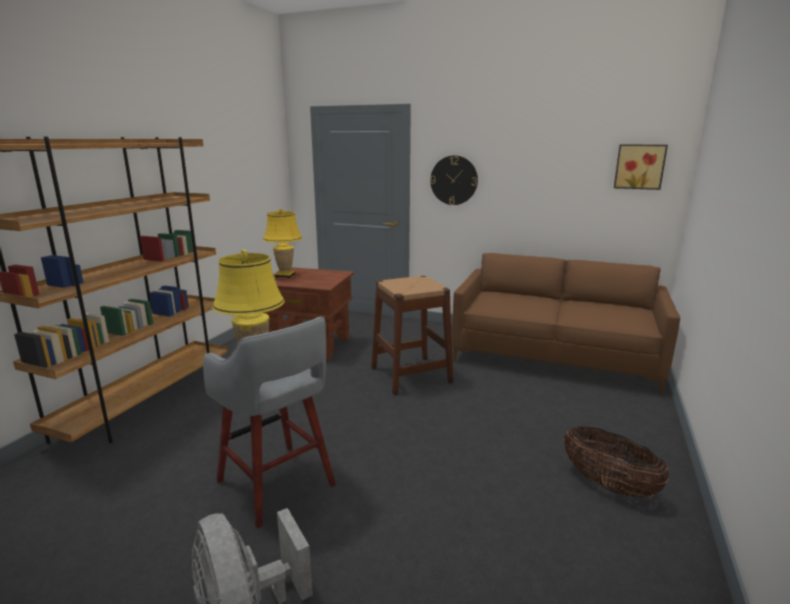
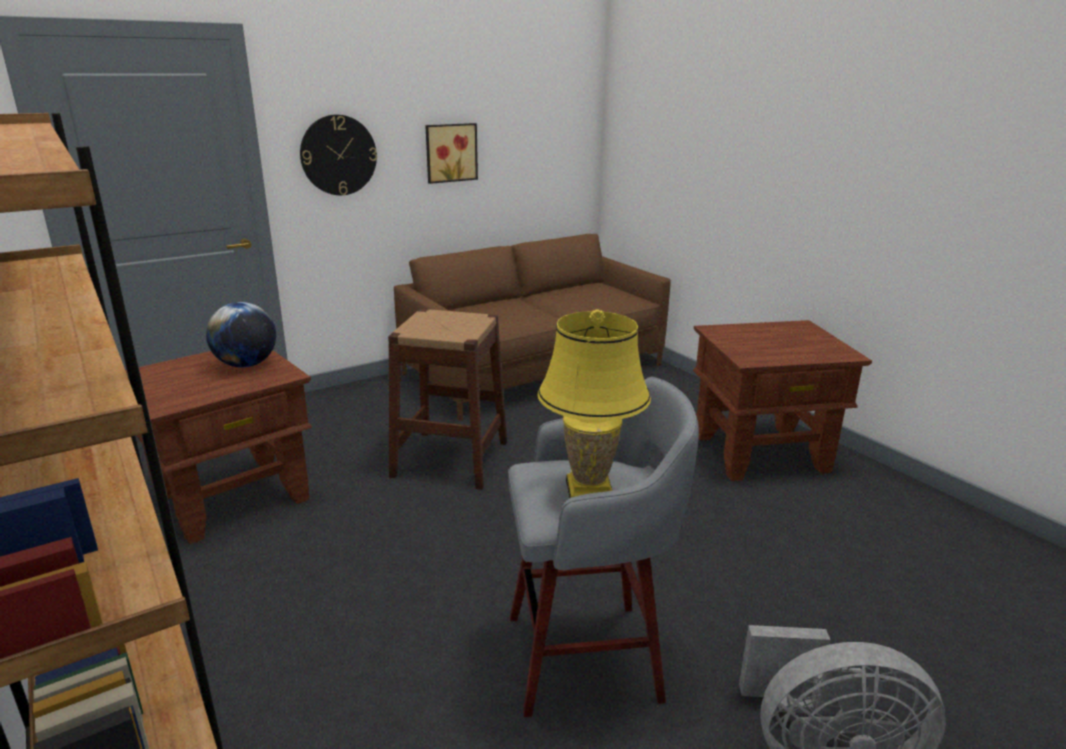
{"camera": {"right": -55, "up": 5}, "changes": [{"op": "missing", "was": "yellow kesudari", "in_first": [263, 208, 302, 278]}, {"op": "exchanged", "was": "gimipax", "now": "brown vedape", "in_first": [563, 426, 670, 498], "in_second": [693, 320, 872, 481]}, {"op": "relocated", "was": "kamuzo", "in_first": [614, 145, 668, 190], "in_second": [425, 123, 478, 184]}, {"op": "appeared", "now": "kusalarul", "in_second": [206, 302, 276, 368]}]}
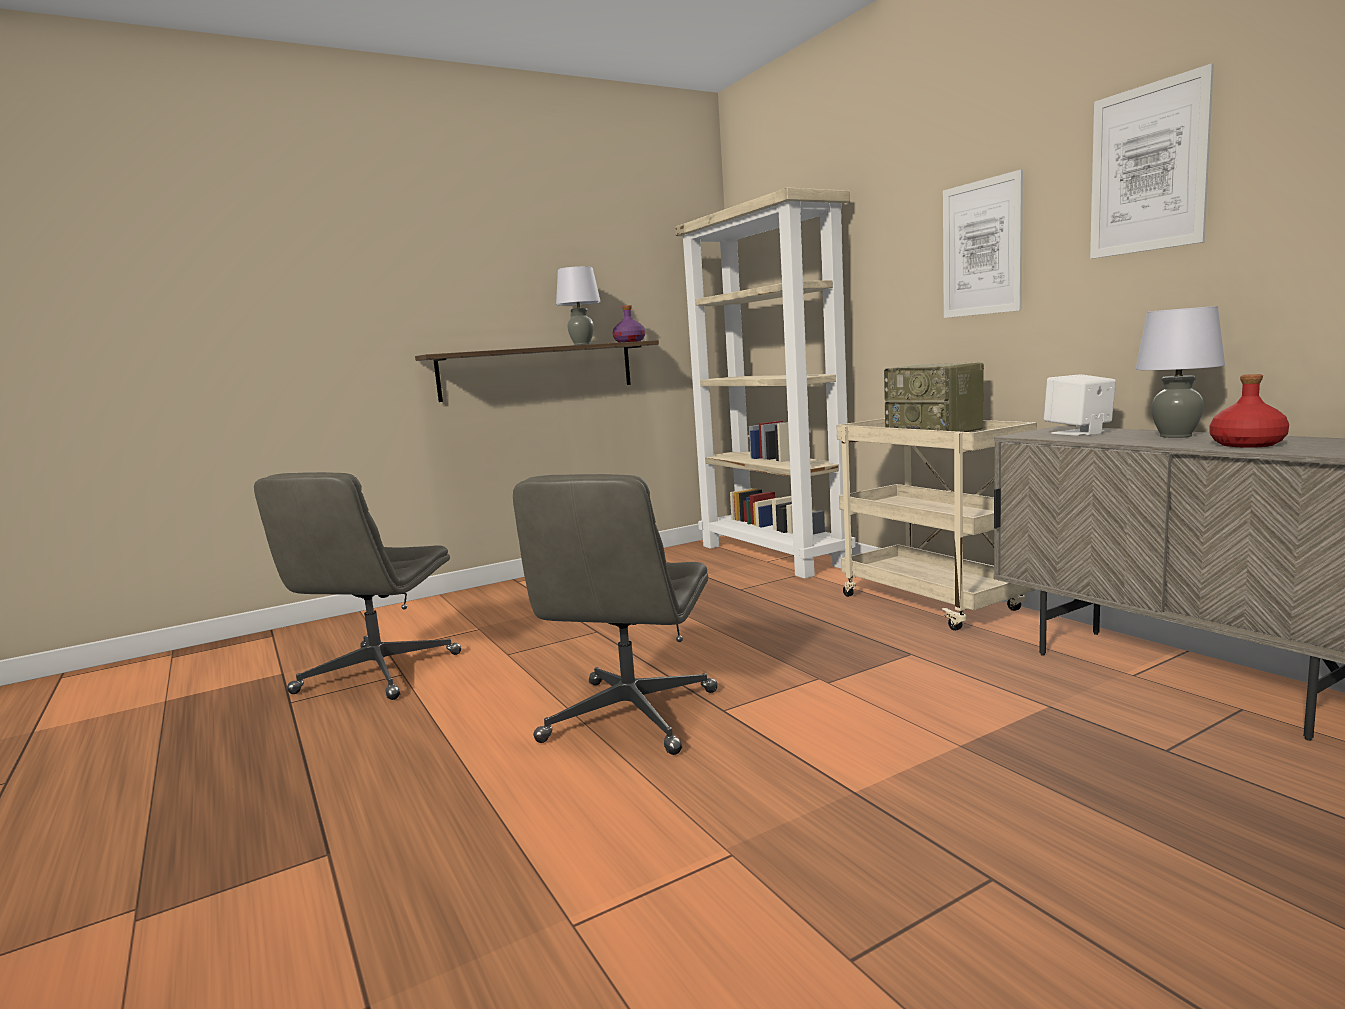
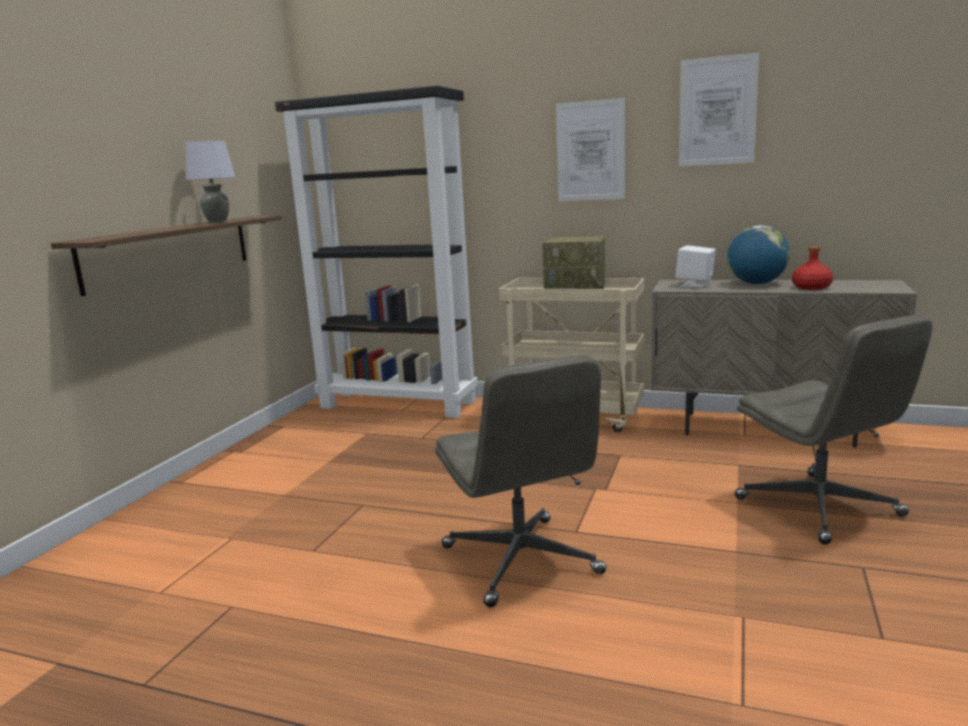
{"camera": {"right": -40, "up": 5}, "changes": [{"op": "relocated", "was": "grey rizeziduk", "in_first": [254, 472, 461, 700], "in_second": [735, 315, 933, 544]}, {"op": "missing", "was": "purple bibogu", "in_first": [613, 305, 646, 343]}, {"op": "colour", "was": "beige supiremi", "now": "black supiremi", "in_first": [675, 187, 856, 579], "in_second": [275, 86, 478, 418]}, {"op": "exchanged", "was": "grey kesudari", "now": "kusalarul", "in_first": [1135, 306, 1225, 438], "in_second": [728, 225, 790, 284]}]}
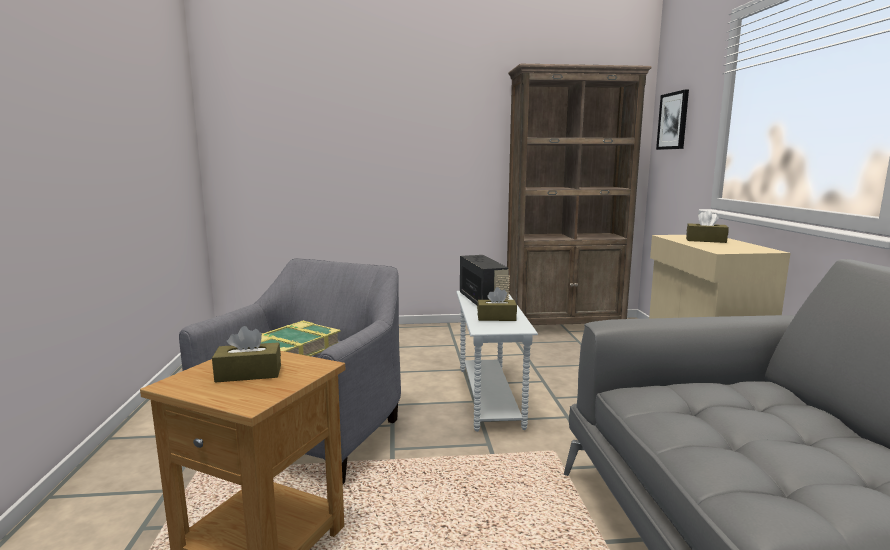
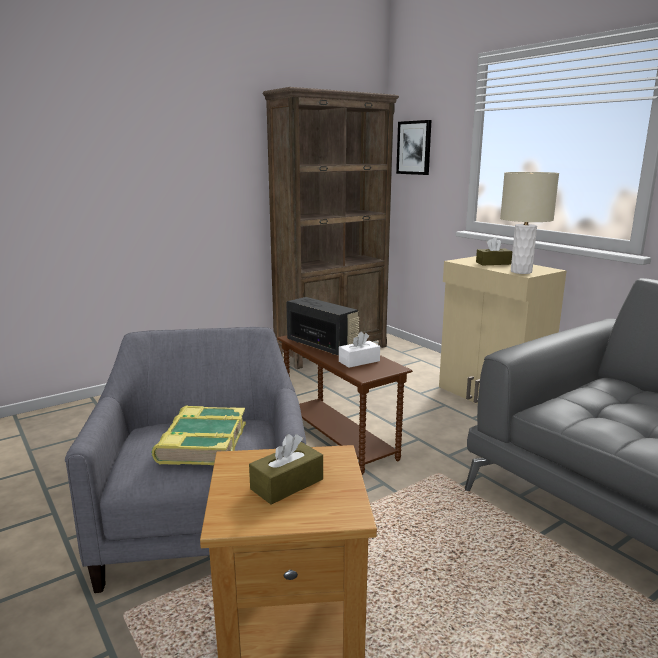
{"camera": {"right": -30, "up": 5}, "changes": [{"op": "colour", "was": "white vedape", "now": "brown vedape", "in_first": [456, 291, 538, 432], "in_second": [277, 335, 413, 475]}, {"op": "colour", "was": "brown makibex", "now": "white makibex", "in_first": [477, 287, 517, 321], "in_second": [339, 332, 380, 368]}, {"op": "appeared", "now": "beige kesudari", "in_second": [500, 172, 559, 274]}]}
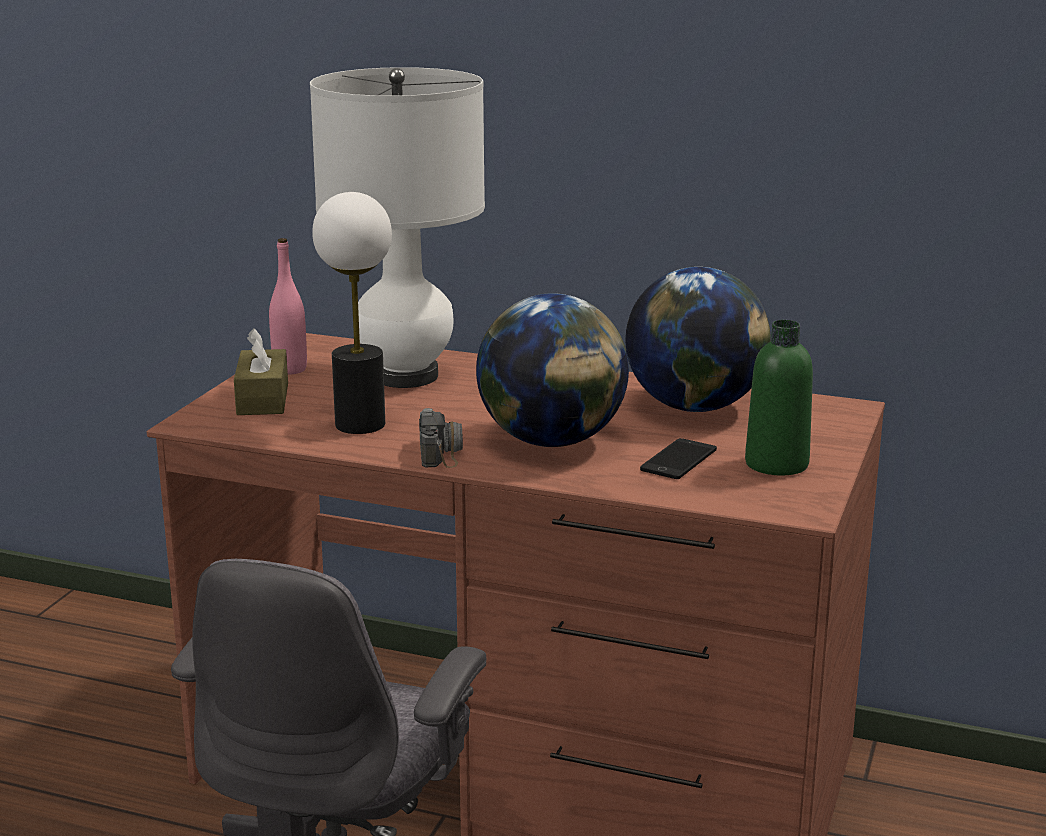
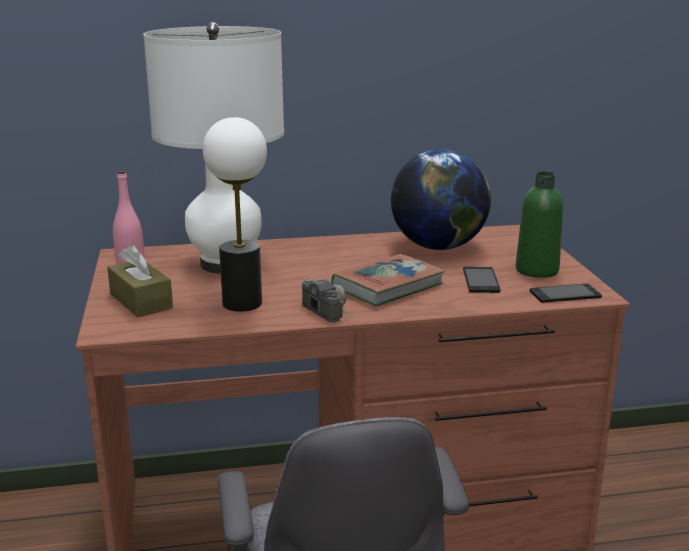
{"camera": {"right": -30, "up": 0}, "changes": [{"op": "exchanged", "was": "kusalarul", "now": "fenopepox", "in_first": [476, 293, 629, 447], "in_second": [331, 254, 445, 306]}, {"op": "appeared", "now": "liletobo", "in_second": [530, 284, 602, 303]}]}
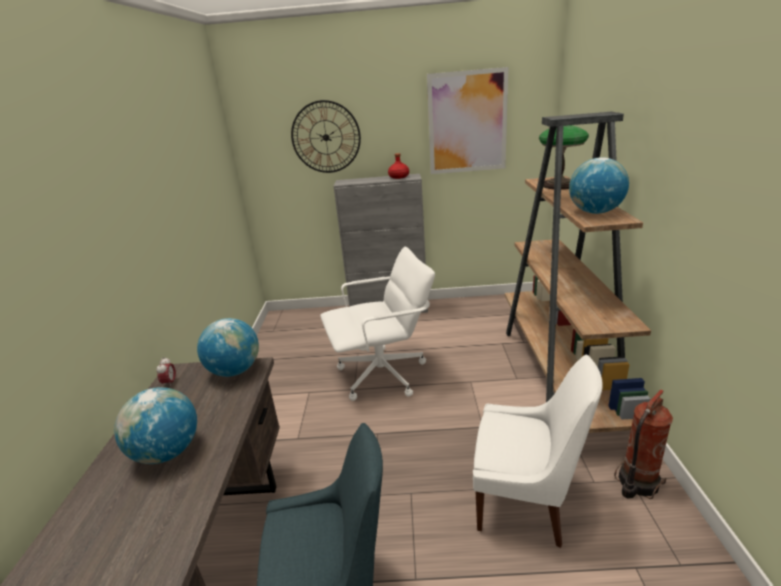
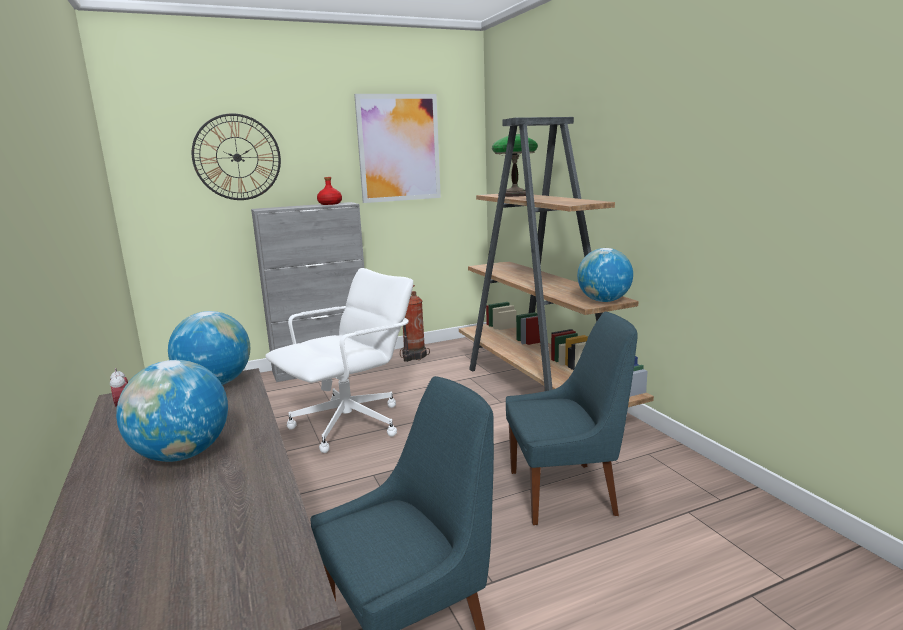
{"camera": {"right": -25, "up": -10}, "changes": [{"op": "colour", "was": "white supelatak", "now": "blue supelatak", "in_first": [473, 355, 603, 548], "in_second": [506, 312, 638, 525]}, {"op": "relocated", "was": "kusalarul", "in_first": [569, 157, 629, 214], "in_second": [577, 248, 633, 302]}, {"op": "relocated", "was": "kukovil", "in_first": [614, 389, 673, 499], "in_second": [400, 285, 430, 362]}]}
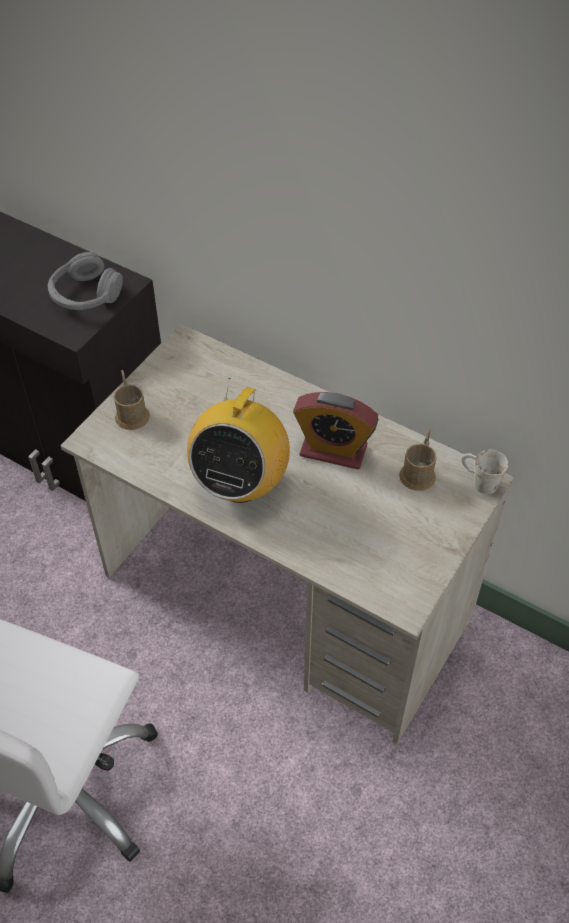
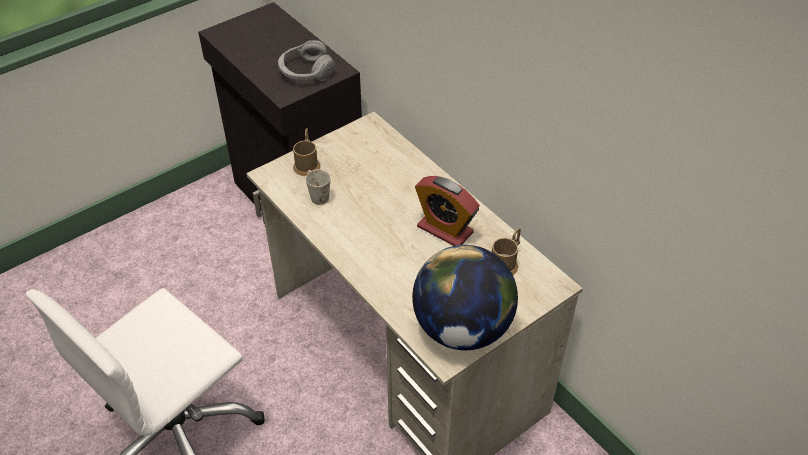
{"camera": {"right": 20, "up": -5}, "changes": [{"op": "missing", "was": "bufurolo", "in_first": [187, 378, 290, 503]}, {"op": "relocated", "was": "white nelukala", "in_first": [461, 450, 508, 494], "in_second": [305, 169, 331, 205]}, {"op": "appeared", "now": "kusalarul", "in_second": [412, 245, 518, 350]}]}
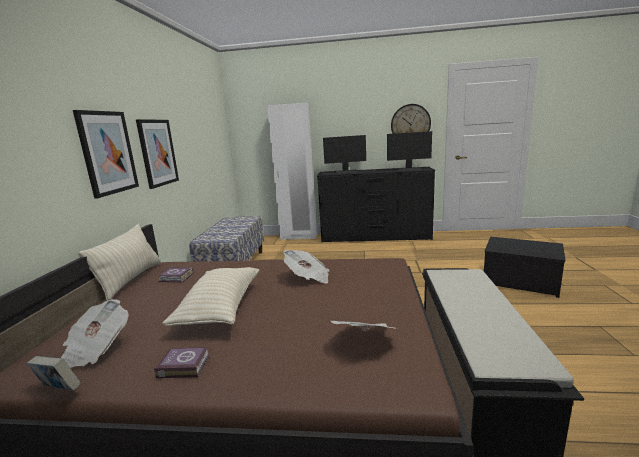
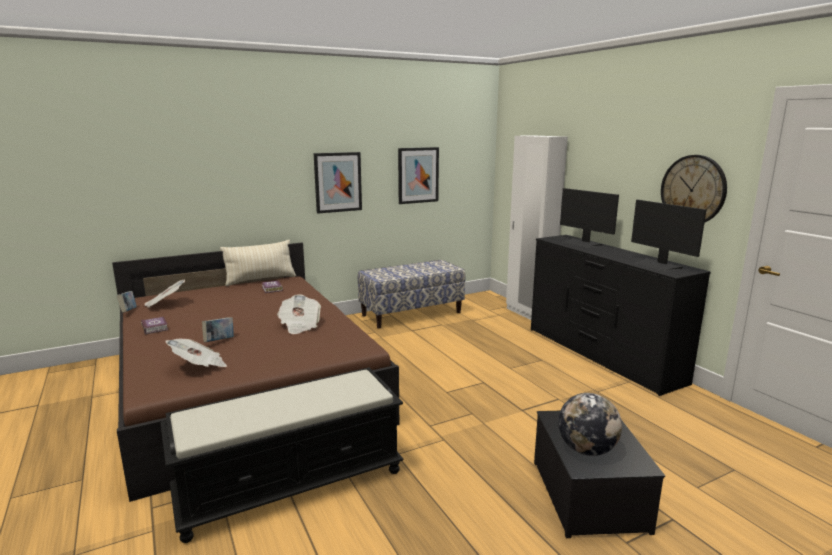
{"camera": {"right": 55, "up": 0}, "changes": [{"op": "relocated", "was": "kamuzo", "in_first": [73, 110, 139, 199], "in_second": [398, 147, 439, 204]}, {"op": "missing", "was": "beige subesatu", "in_first": [162, 267, 259, 326]}, {"op": "appeared", "now": "fenopepox", "in_second": [202, 317, 234, 342]}, {"op": "appeared", "now": "kusalarul", "in_second": [558, 393, 622, 456]}]}
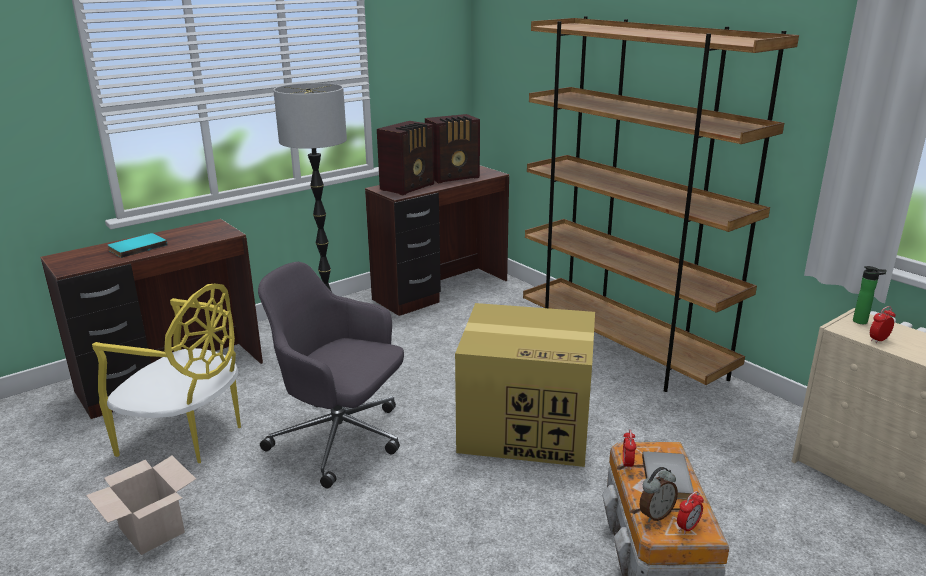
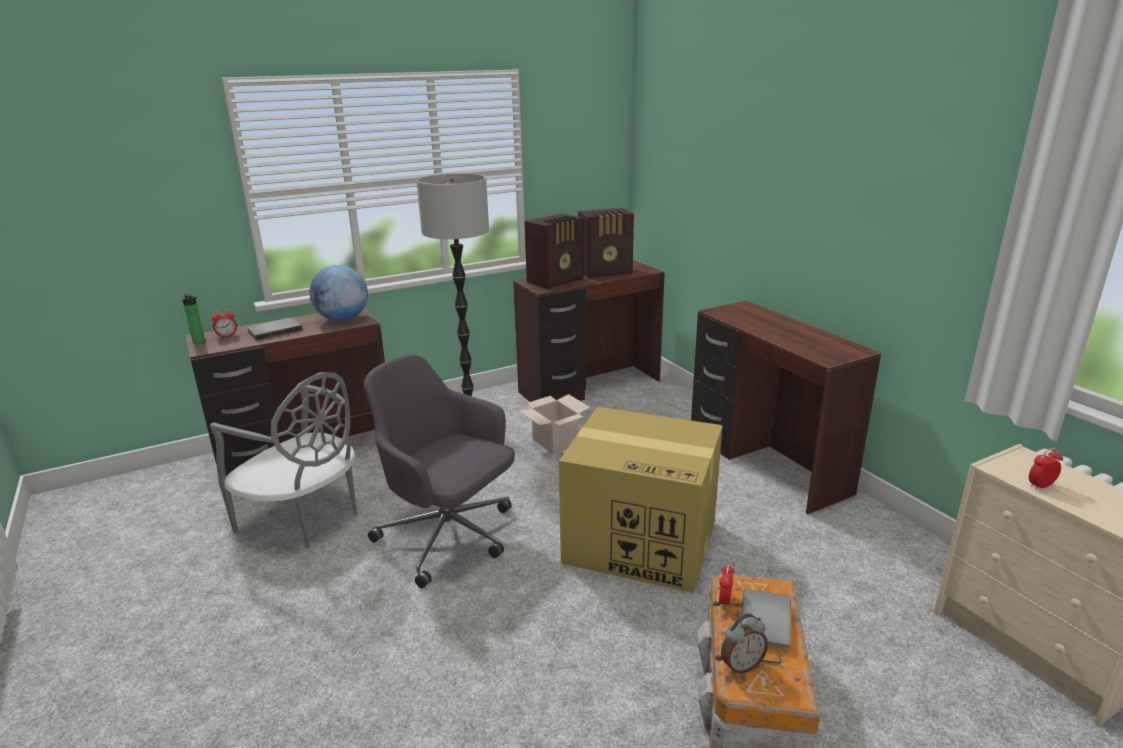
{"camera": {"right": 10, "up": 0}, "changes": [{"op": "relocated", "was": "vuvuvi", "in_first": [86, 456, 196, 555], "in_second": [520, 394, 590, 454]}, {"op": "colour", "was": "yellow supelatak", "now": "grey supelatak", "in_first": [92, 284, 241, 463], "in_second": [210, 372, 357, 548]}, {"op": "colour", "was": "turquoise fenopepox", "now": "grey fenopepox", "in_first": [107, 233, 167, 258], "in_second": [247, 317, 303, 340]}, {"op": "exchanged", "was": "brown supiremi", "now": "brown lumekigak", "in_first": [523, 16, 799, 392], "in_second": [691, 300, 881, 515]}, {"op": "relocated", "was": "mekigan", "in_first": [677, 491, 704, 534], "in_second": [212, 309, 237, 338]}, {"op": "relocated", "was": "bibogu", "in_first": [853, 266, 886, 324], "in_second": [182, 294, 205, 344]}, {"op": "appeared", "now": "kusalarul", "in_second": [309, 265, 368, 321]}]}
